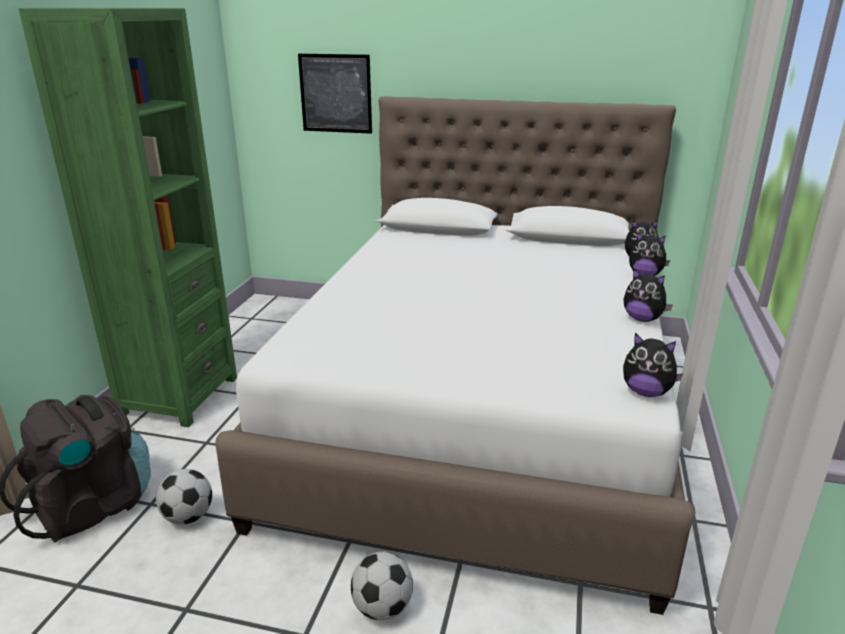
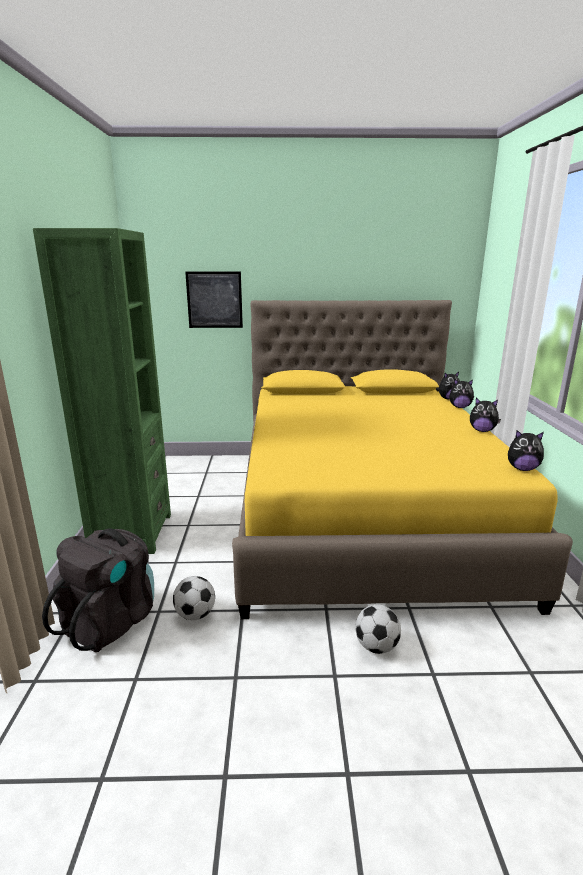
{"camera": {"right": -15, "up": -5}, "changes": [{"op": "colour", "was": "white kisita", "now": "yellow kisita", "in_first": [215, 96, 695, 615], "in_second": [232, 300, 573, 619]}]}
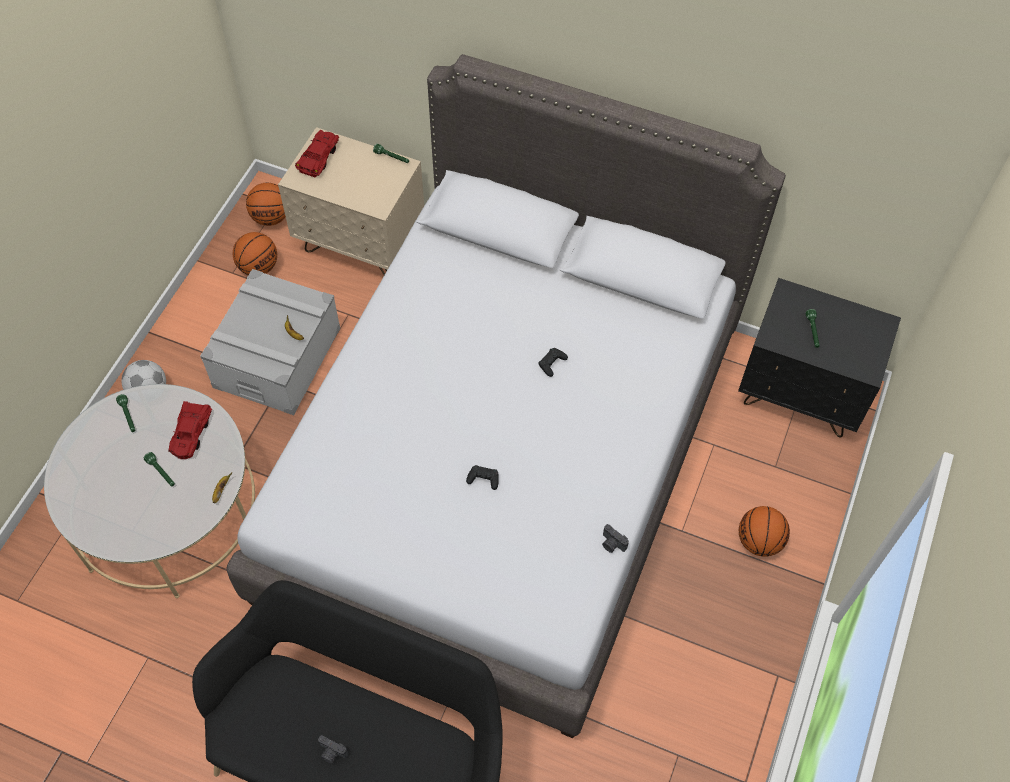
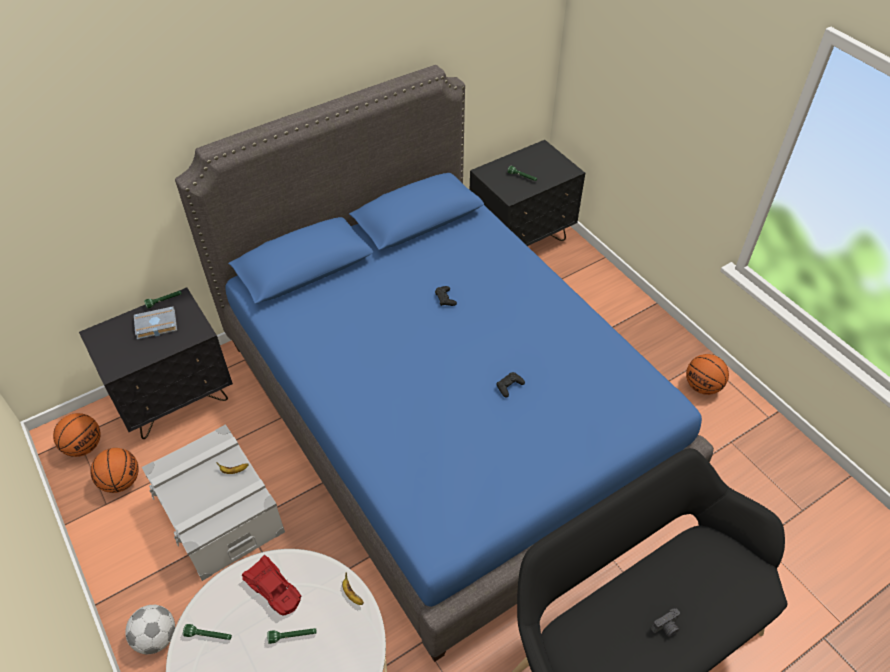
{"camera": {"right": -55, "up": -10}, "changes": [{"op": "colour", "was": "grey kisita", "now": "blue kisita", "in_first": [227, 54, 786, 738], "in_second": [175, 65, 714, 662]}, {"op": "colour", "was": "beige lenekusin", "now": "black lenekusin", "in_first": [278, 127, 424, 275], "in_second": [79, 287, 233, 439]}, {"op": "missing", "was": "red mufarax", "in_first": [295, 130, 339, 177]}, {"op": "missing", "was": "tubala", "in_first": [602, 524, 629, 553]}, {"op": "relocated", "was": "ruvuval", "in_first": [739, 506, 790, 557], "in_second": [686, 354, 729, 395]}, {"op": "appeared", "now": "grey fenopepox", "in_second": [134, 306, 177, 339]}]}
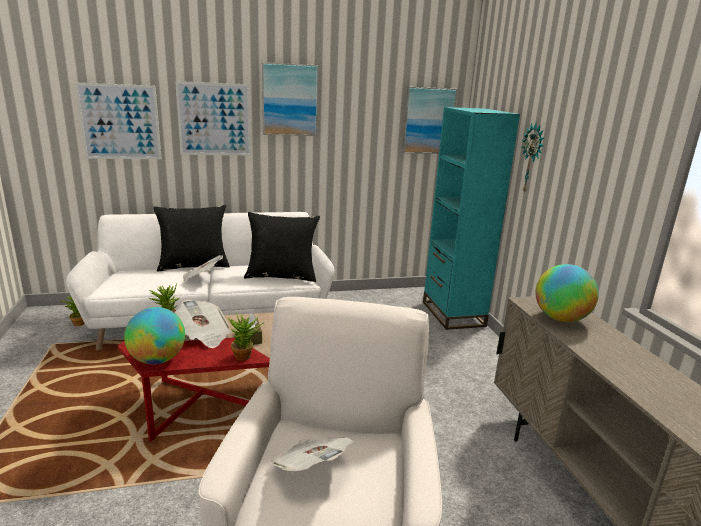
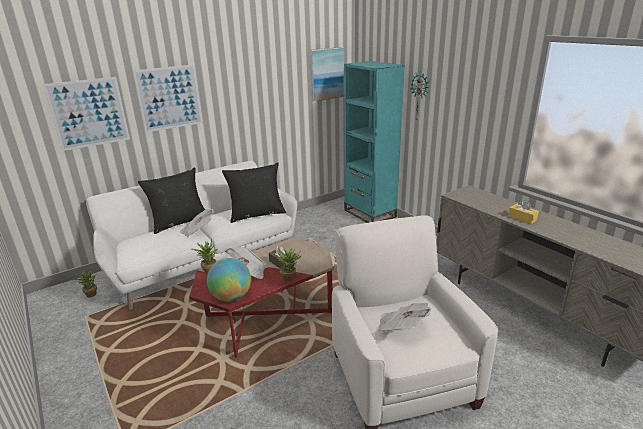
{"camera": {"right": -20, "up": 5}, "changes": [{"op": "missing", "was": "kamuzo", "in_first": [262, 62, 319, 136]}, {"op": "missing", "was": "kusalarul", "in_first": [536, 264, 599, 322]}, {"op": "appeared", "now": "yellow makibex", "in_second": [508, 200, 539, 224]}]}
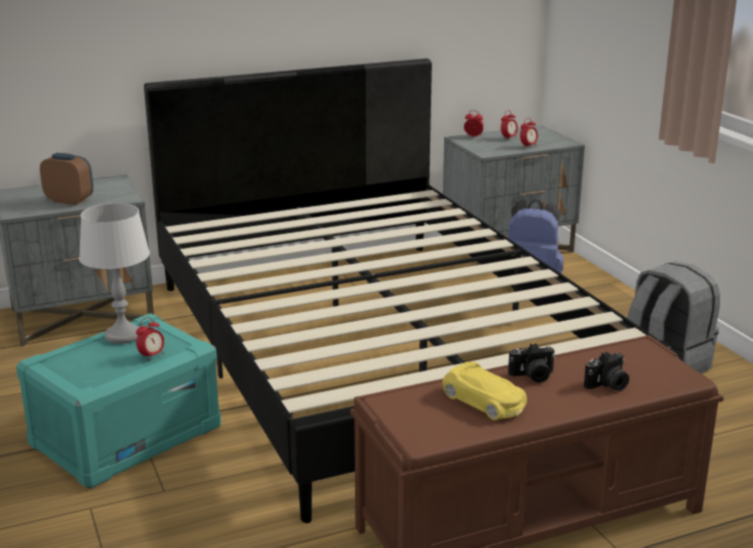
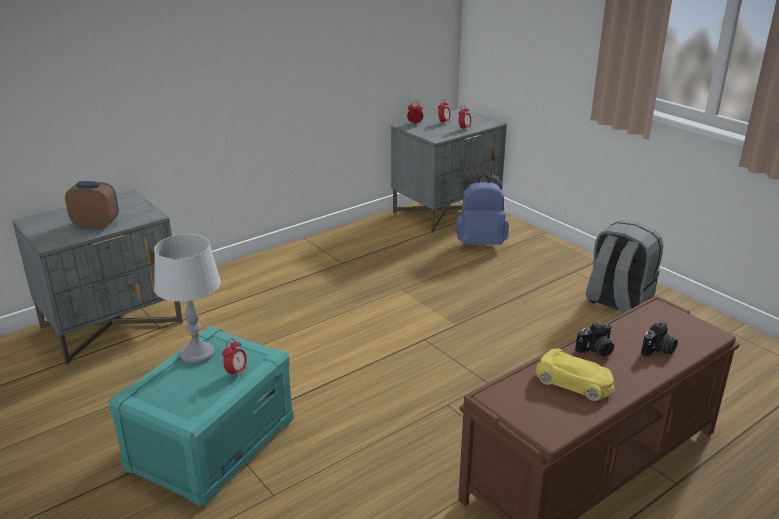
{"camera": {"right": -15, "up": 5}, "changes": [{"op": "missing", "was": "black kisita", "in_first": [144, 58, 672, 523]}]}
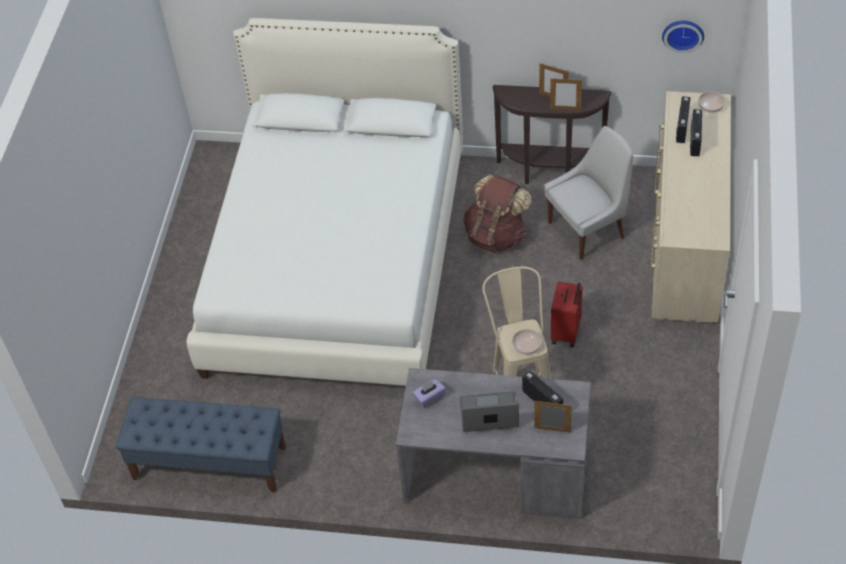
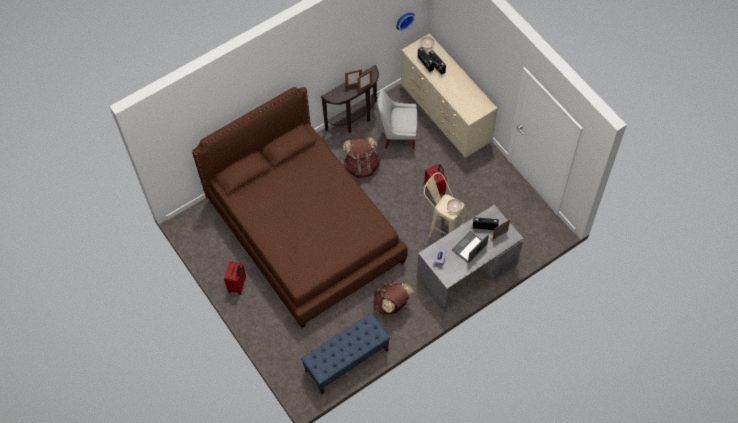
{"camera": {"right": -45, "up": 10}, "changes": [{"op": "colour", "was": "white kisita", "now": "brown kisita", "in_first": [186, 18, 463, 386], "in_second": [192, 87, 408, 328]}, {"op": "spun", "was": "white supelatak", "in_first": [544, 126, 633, 260], "in_second": [377, 90, 417, 150], "clockwise": -105}, {"op": "appeared", "now": "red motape", "in_second": [224, 261, 246, 295]}, {"op": "appeared", "now": "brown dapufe", "in_second": [373, 282, 414, 315]}]}
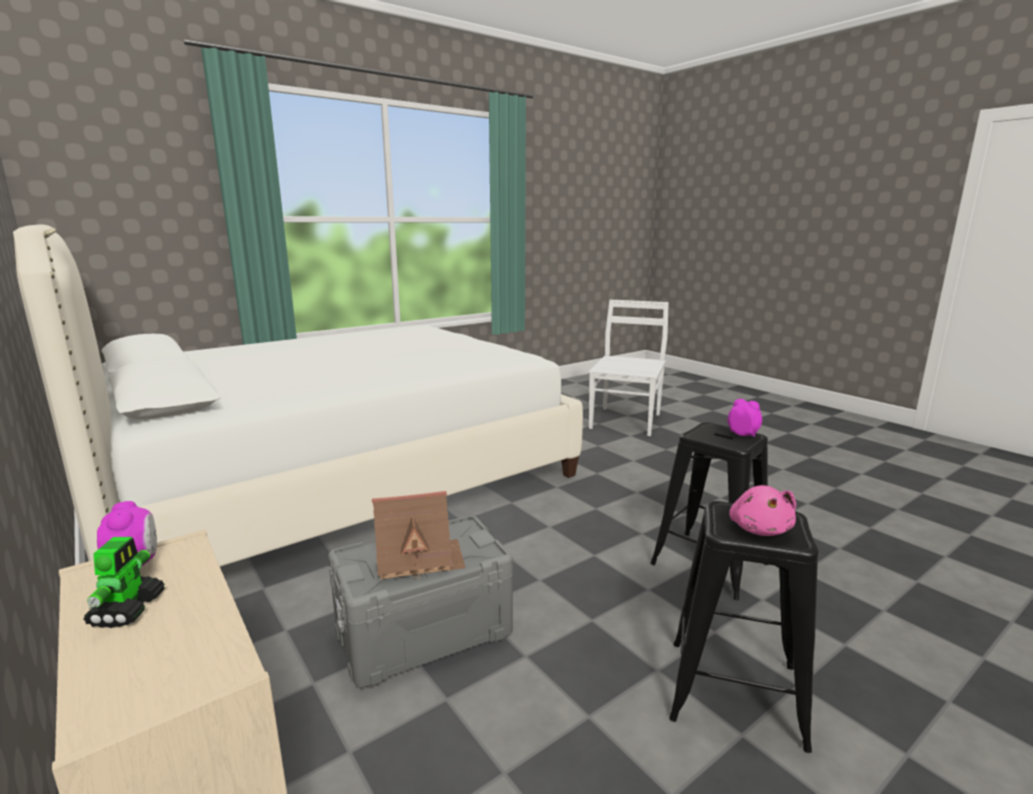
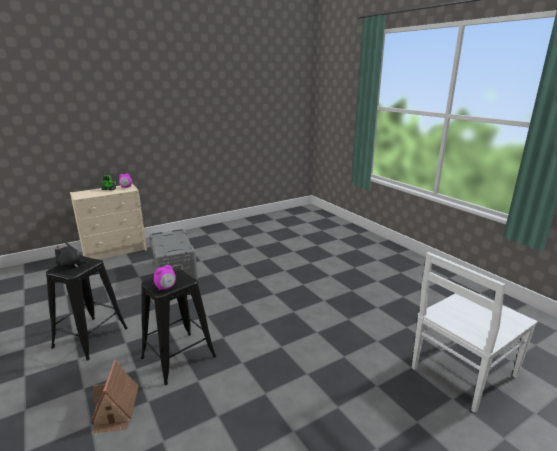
{"camera": {"right": 95, "up": 5}, "changes": [{"op": "missing", "was": "white kisita", "in_first": [13, 224, 583, 567]}, {"op": "relocated", "was": "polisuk", "in_first": [372, 491, 466, 580], "in_second": [91, 360, 139, 433]}, {"op": "spun", "was": "white supelatak", "in_first": [589, 300, 669, 436], "in_second": [412, 252, 538, 413], "clockwise": 120}, {"op": "colour", "was": "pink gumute", "now": "black gumute", "in_first": [729, 485, 796, 536], "in_second": [55, 242, 90, 268]}]}
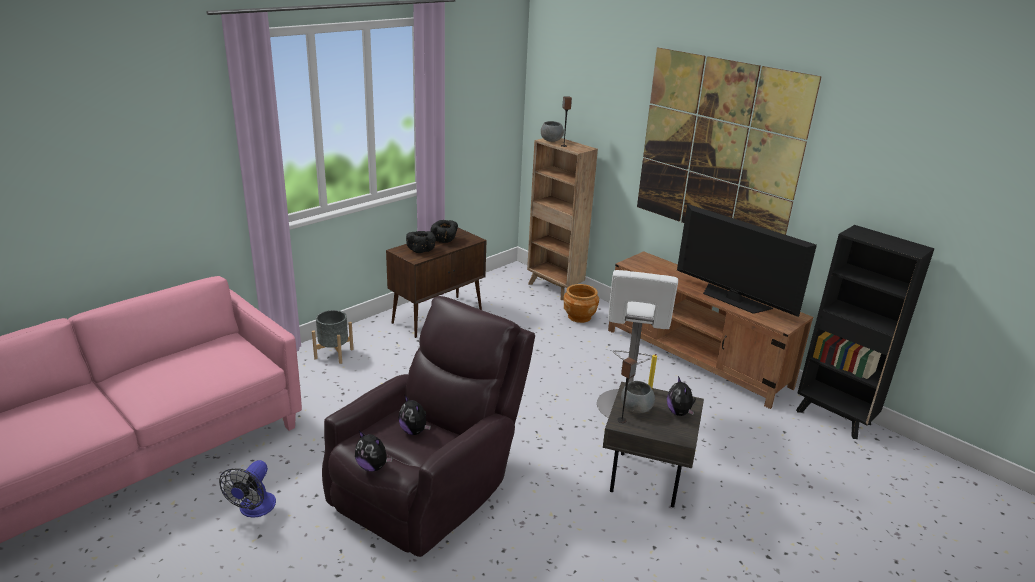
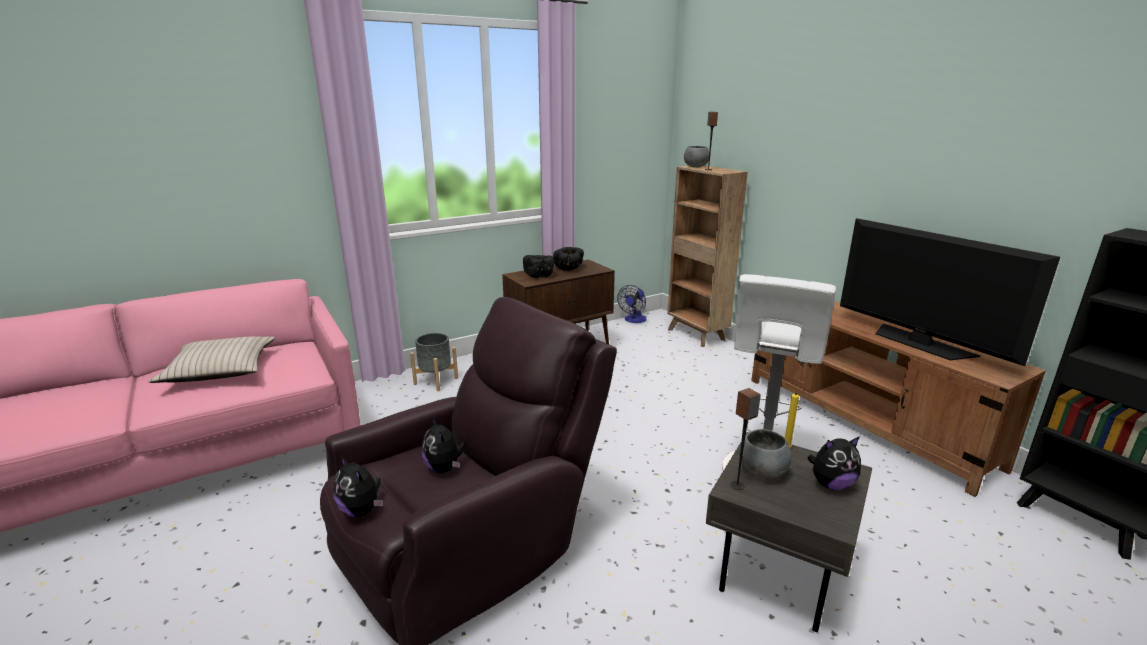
{"camera": {"right": 15, "up": -5}, "changes": [{"op": "relocated", "was": "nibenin", "in_first": [219, 460, 276, 518], "in_second": [617, 285, 647, 323]}, {"op": "missing", "was": "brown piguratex", "in_first": [564, 284, 599, 323]}, {"op": "missing", "was": "kamuzo", "in_first": [637, 48, 822, 235]}, {"op": "spun", "was": "gumute", "in_first": [667, 376, 696, 416], "in_second": [807, 436, 861, 490], "clockwise": -105}, {"op": "appeared", "now": "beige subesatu", "in_second": [148, 336, 275, 383]}]}
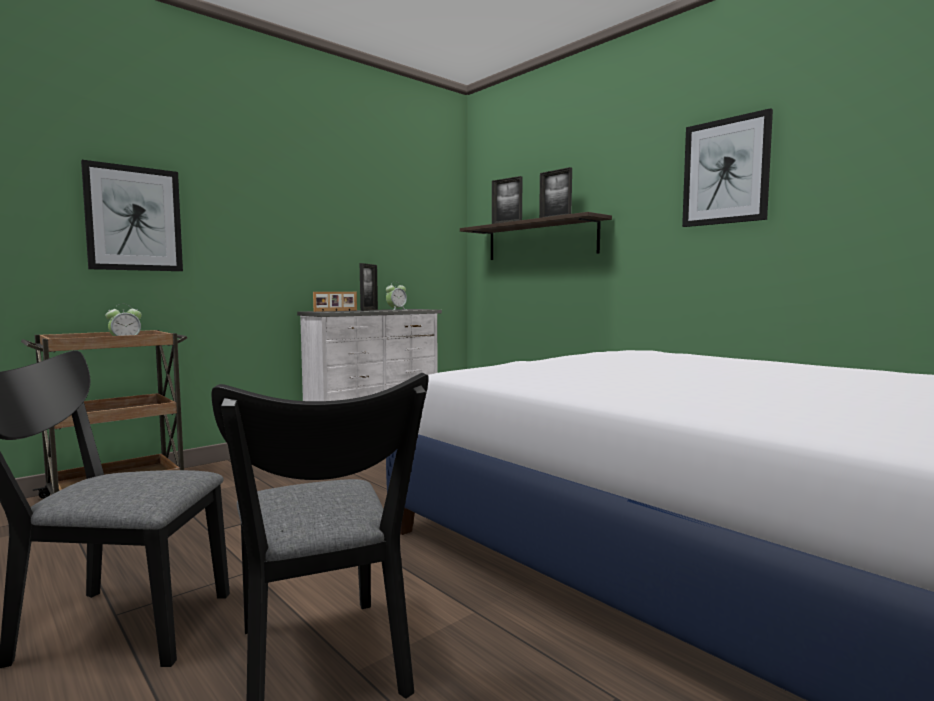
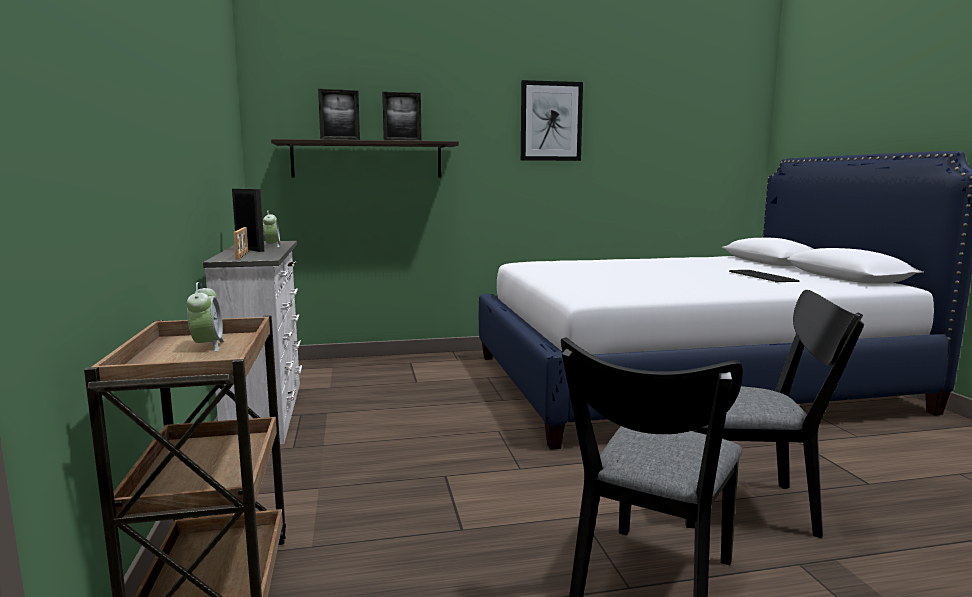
{"camera": {"right": -60, "up": 5}, "changes": [{"op": "missing", "was": "kamuzo", "in_first": [81, 160, 183, 271]}, {"op": "appeared", "now": "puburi", "in_second": [729, 270, 800, 283]}]}
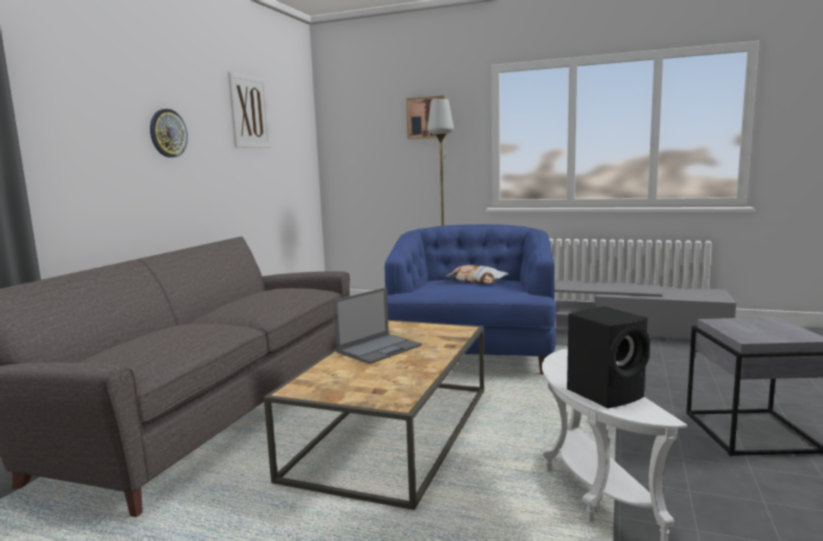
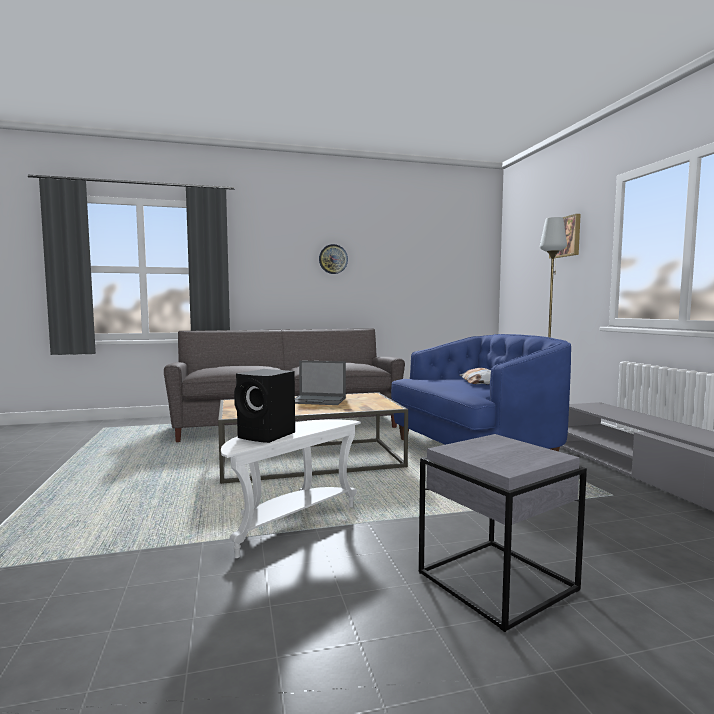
{"camera": {"right": 55, "up": -5}, "changes": [{"op": "missing", "was": "kamuzo", "in_first": [228, 72, 271, 148]}]}
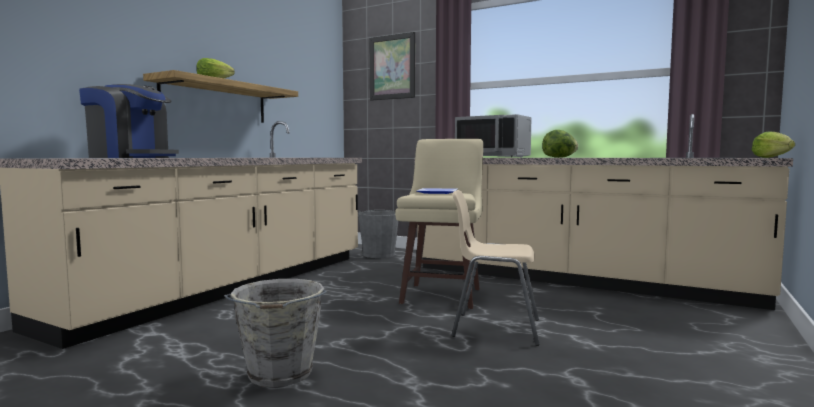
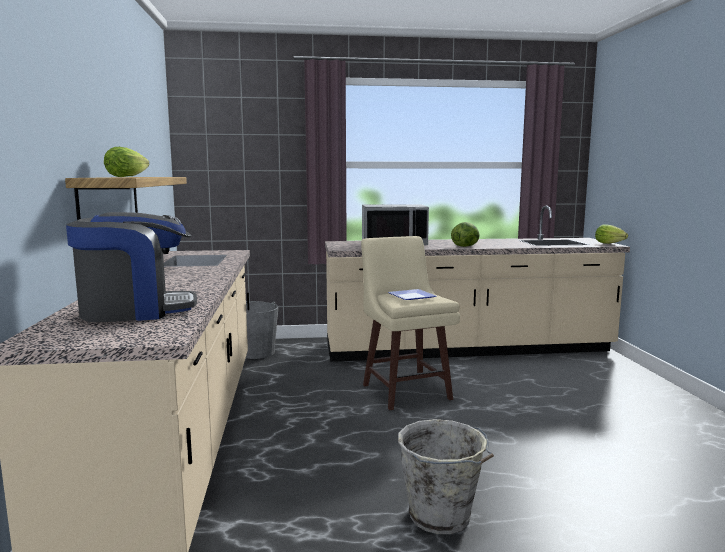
{"camera": {"right": -35, "up": 5}, "changes": [{"op": "missing", "was": "kamuzo", "in_first": [369, 32, 415, 100]}, {"op": "missing", "was": "beige supelatak", "in_first": [451, 190, 540, 346]}]}
